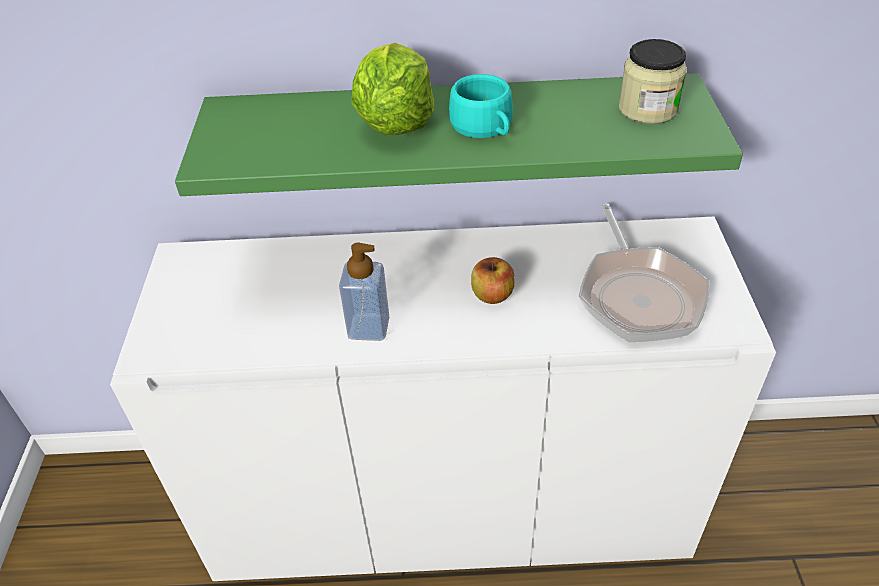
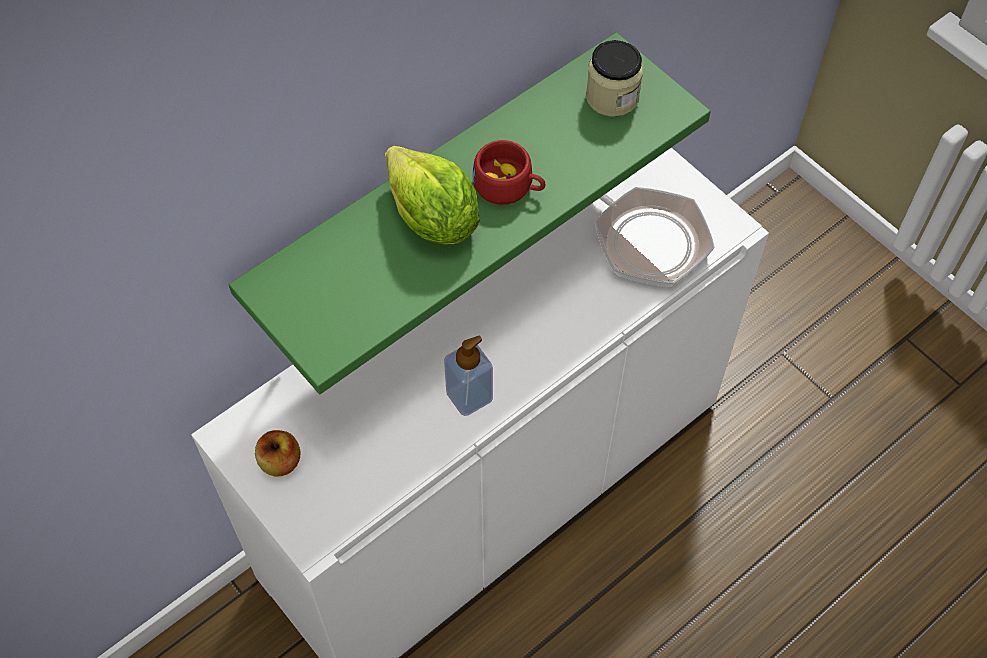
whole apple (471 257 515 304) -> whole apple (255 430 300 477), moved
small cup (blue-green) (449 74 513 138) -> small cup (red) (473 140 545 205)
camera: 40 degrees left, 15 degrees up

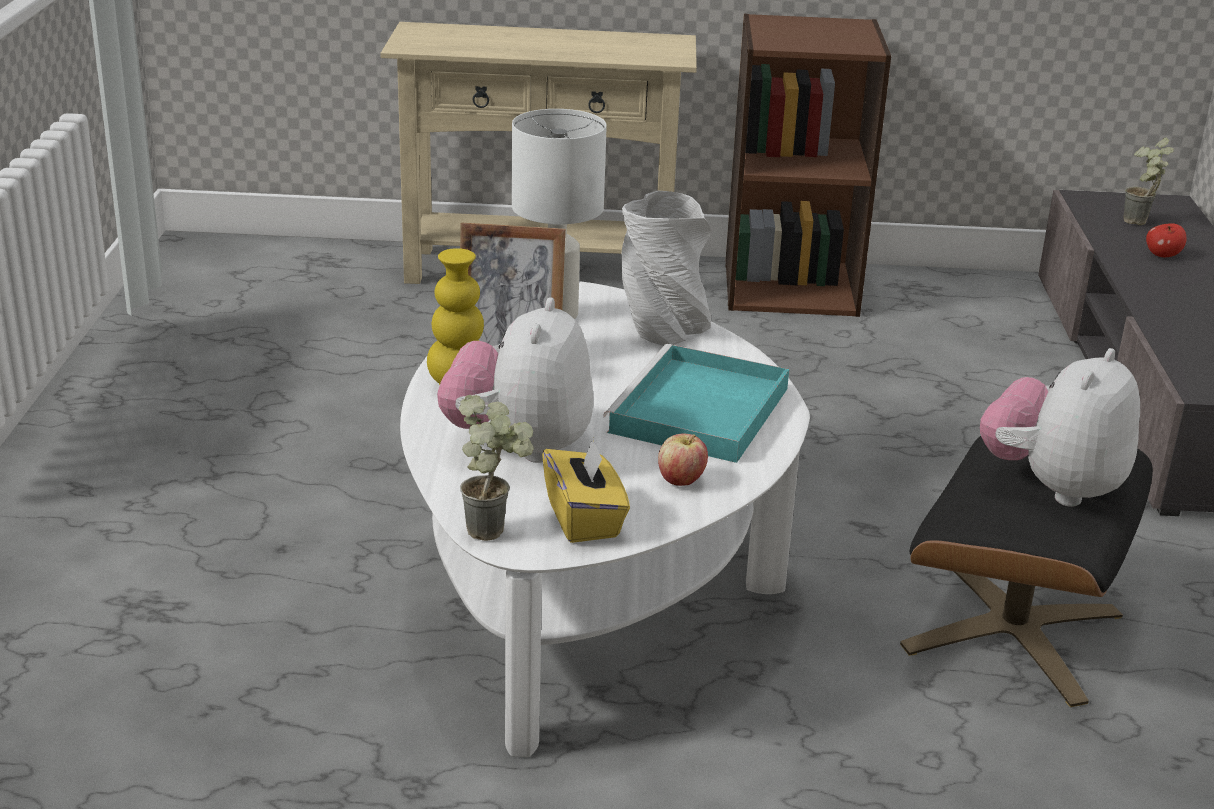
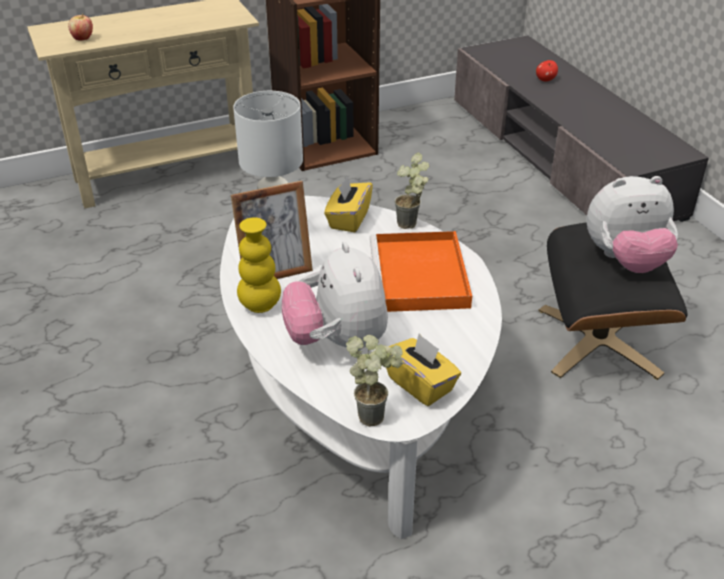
whole apple (658 433 708 486) -> whole apple (68 14 93 41), moved
plant in a pot (1124 138 1174 225) -> plant in a pot (395 152 429 229), moved
decorative vase (greyish) (621 191 711 346) -> tissue holder (yellow) (324 176 373 232)
serving tray (blue-green) (603 344 789 463) -> serving tray (orange-coloured) (370 231 472 312)
soft toy (980 348 1140 507) -> soft toy (586 176 678 273), 105 degrees counterclockwise
camera: 25 degrees left, 10 degrees up

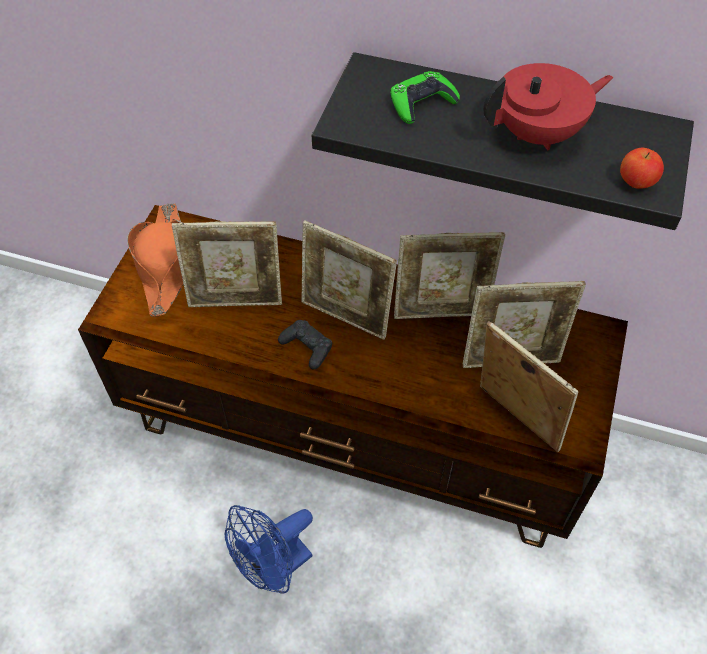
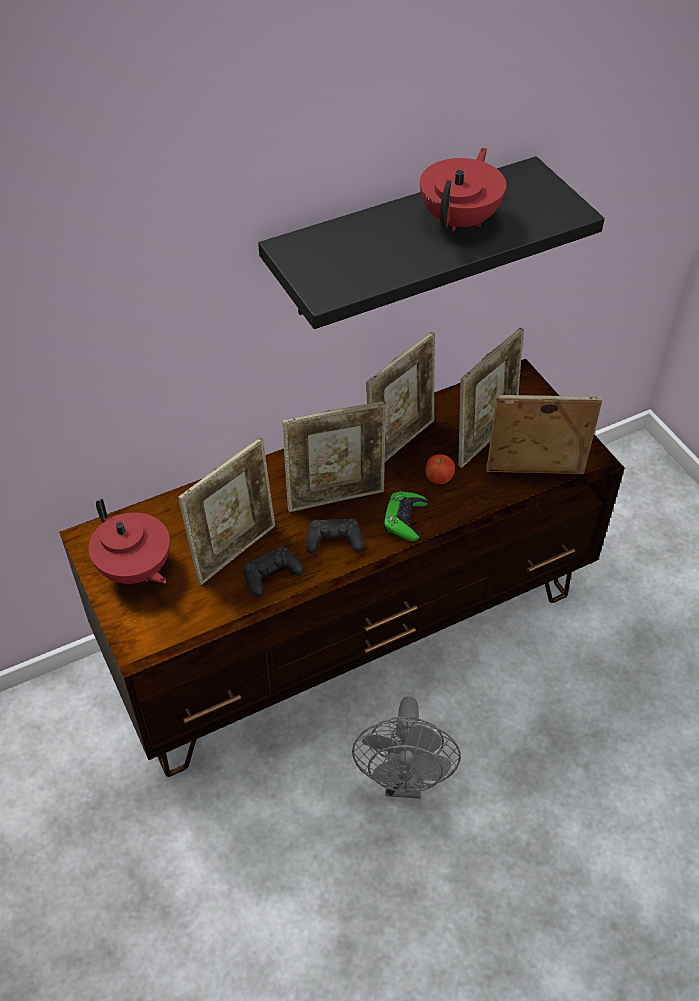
none -> gamepad (blackish) (244 547 304 597)
gamepad (green) (390 71 460 124) -> gamepad (green) (384 491 428 541), moved
whole apple (620 148 664 189) -> whole apple (425 454 455 484), moved
wearable hat (orange-coloured) (127 203 183 317) -> teapot (red) (89 499 170 584)
electric fan (bluish) (225 505 313 593) -> electric fan (greyish) (352 696 461 799)
camera: 45 degrees left, 5 degrees down

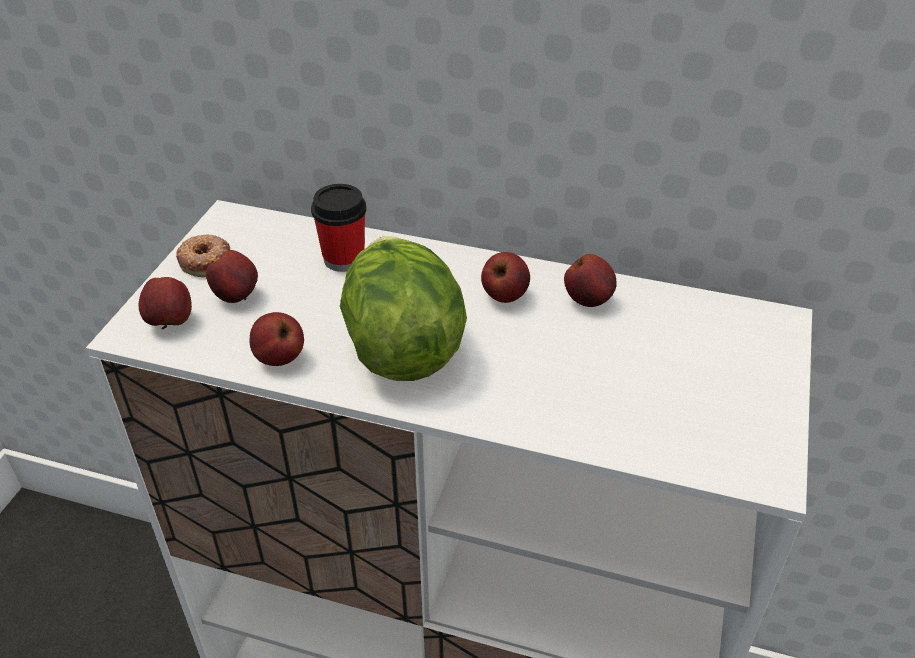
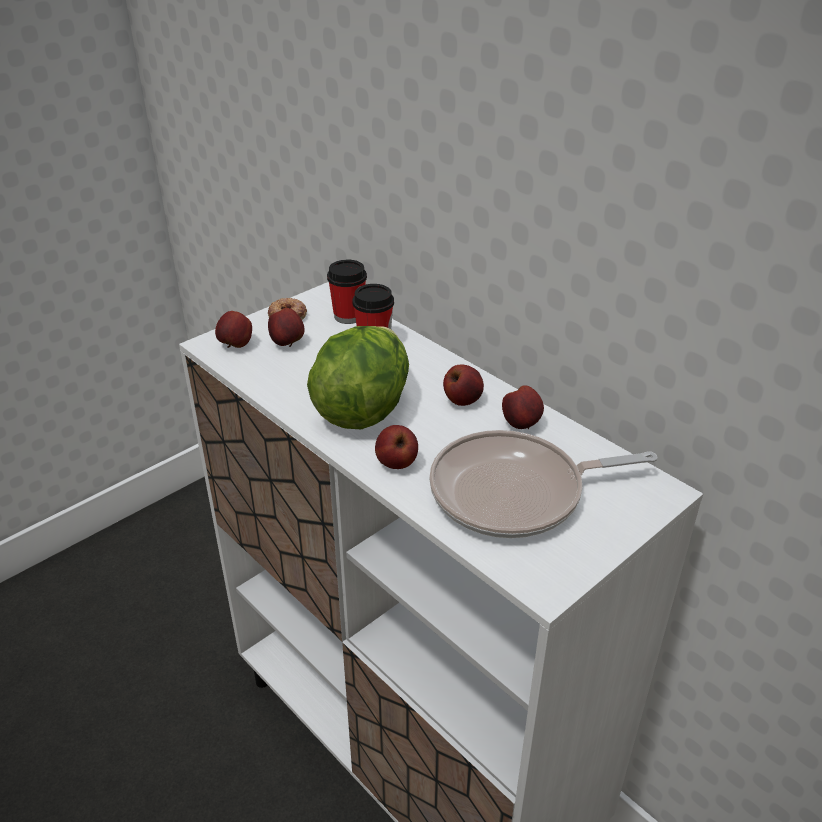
none -> small cup (327 260 367 324)
none -> skillet (429 430 658 538)
whole apple (250 312 304 366) -> whole apple (375 425 418 469), moved
camera: 30 degrees right, 5 degrees down

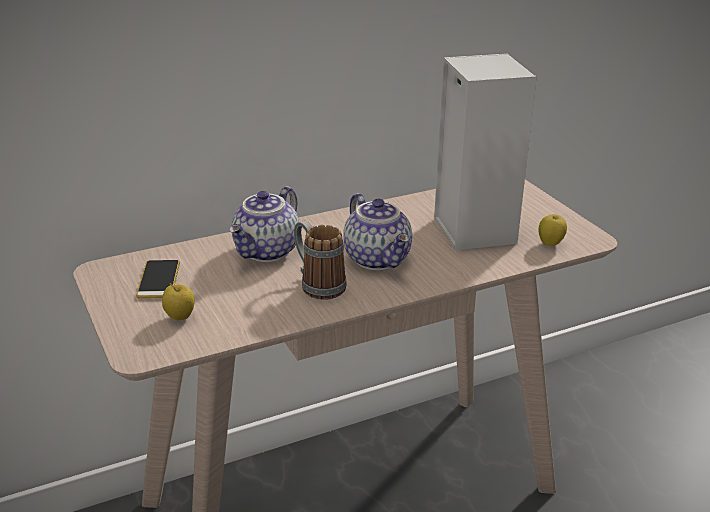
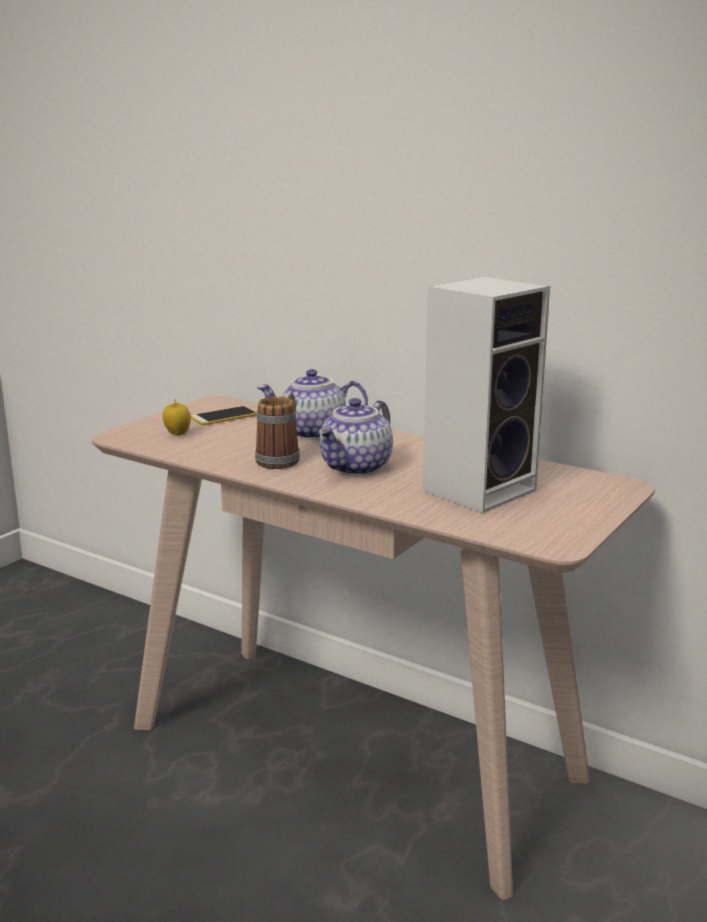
whole apple (539 214 567 246) -> none
camera: 60 degrees right, 10 degrees down

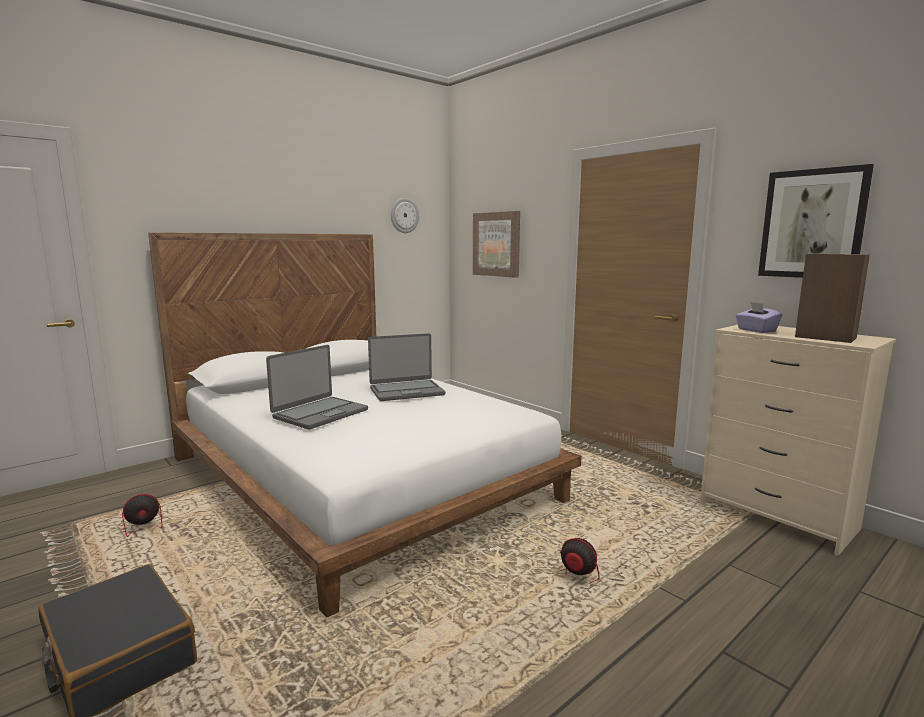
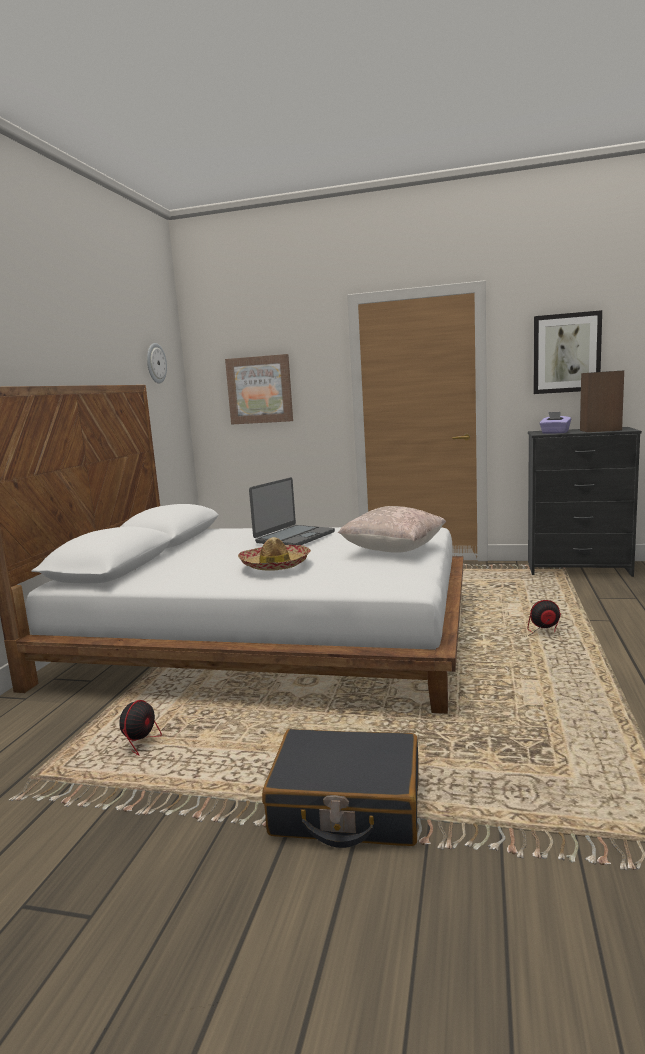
none -> pillow (beige) (338 506 446 553)
portable computer (266 345 368 429) -> wearable hat (238 537 311 571)
chest of drawers (beige) (700 325 896 556) -> chest of drawers (blackish) (528 427 642 577)
camera: 35 degrees left, 0 degrees up

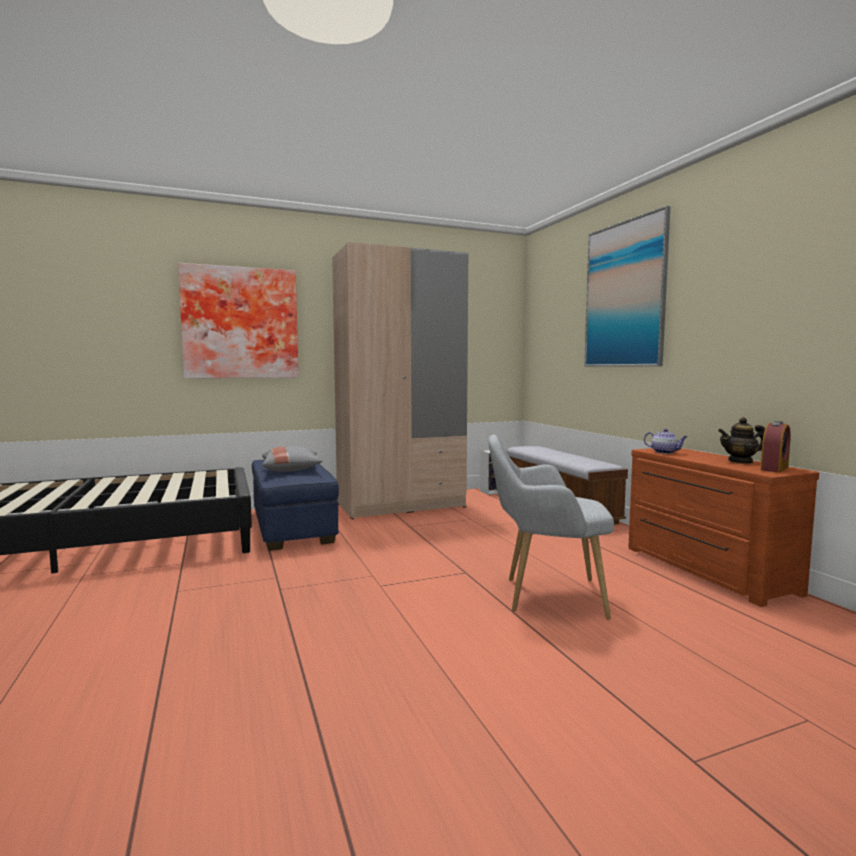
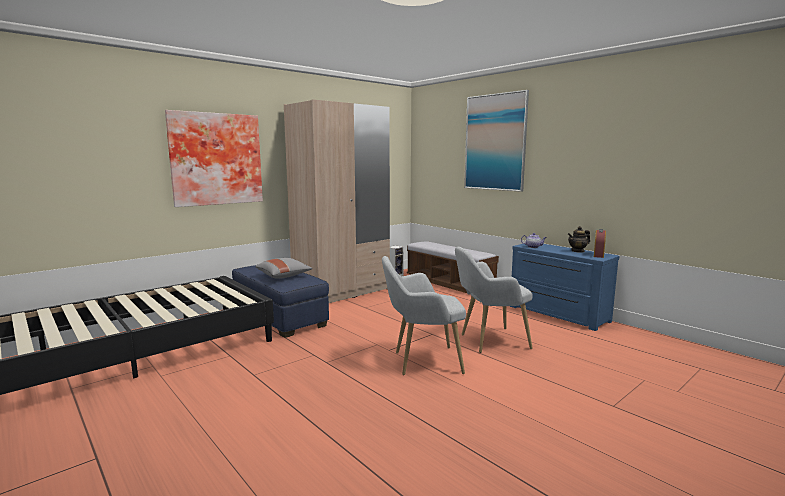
none -> armchair (greyish) (382 256 466 375)
chest of drawers (brown) (628 448 819 607) -> chest of drawers (bluish) (510 244 620 331)
camera: 20 degrees left, 5 degrees up

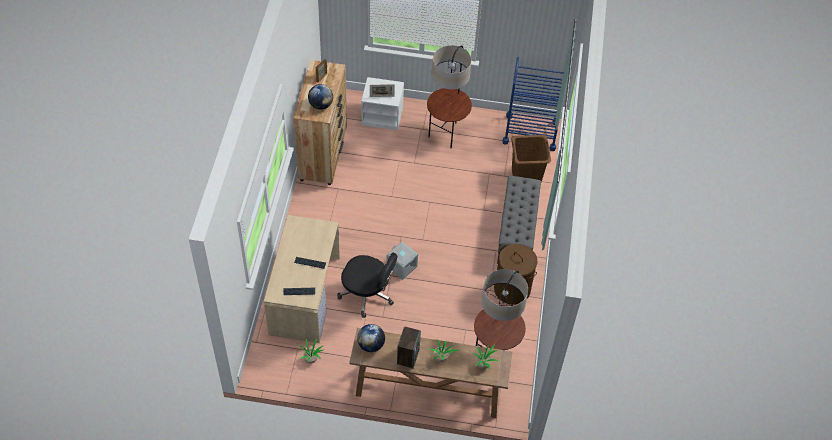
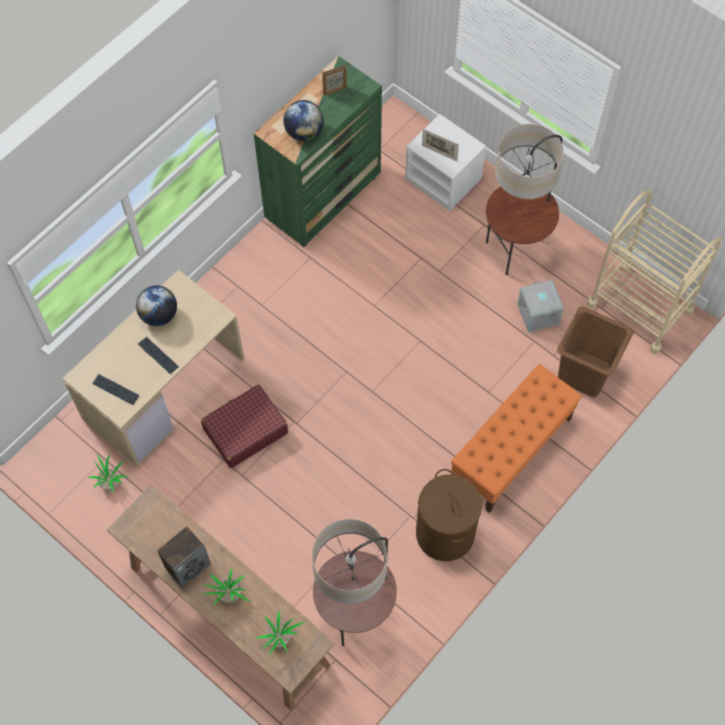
globe (357 324 385 352) -> globe (136 285 177 326), moved
storage bin (greyish) (386 242 418 280) -> storage bin (greyish) (517 280 564 332), moved
computer chair (blackish) (337 253 398 318) -> piece of luggage (red) (201 384 288 468)
chest of drawers (brown) (293 60 347 185) -> chest of drawers (green) (254 56 382 247)
indoor bench (greyish) (497 176 541 264) -> indoor bench (orange-coloured) (451 364 582 513)
wheeled cart (bluish) (502 57 565 151) -> wheeled cart (beige) (586 190 722 354)
camera: 35 degrees right, 10 degrees up

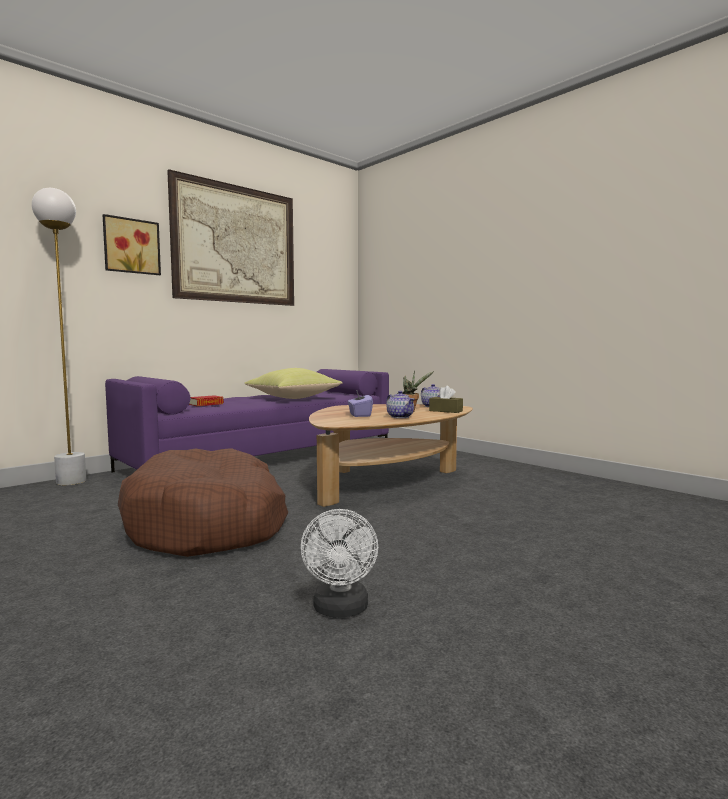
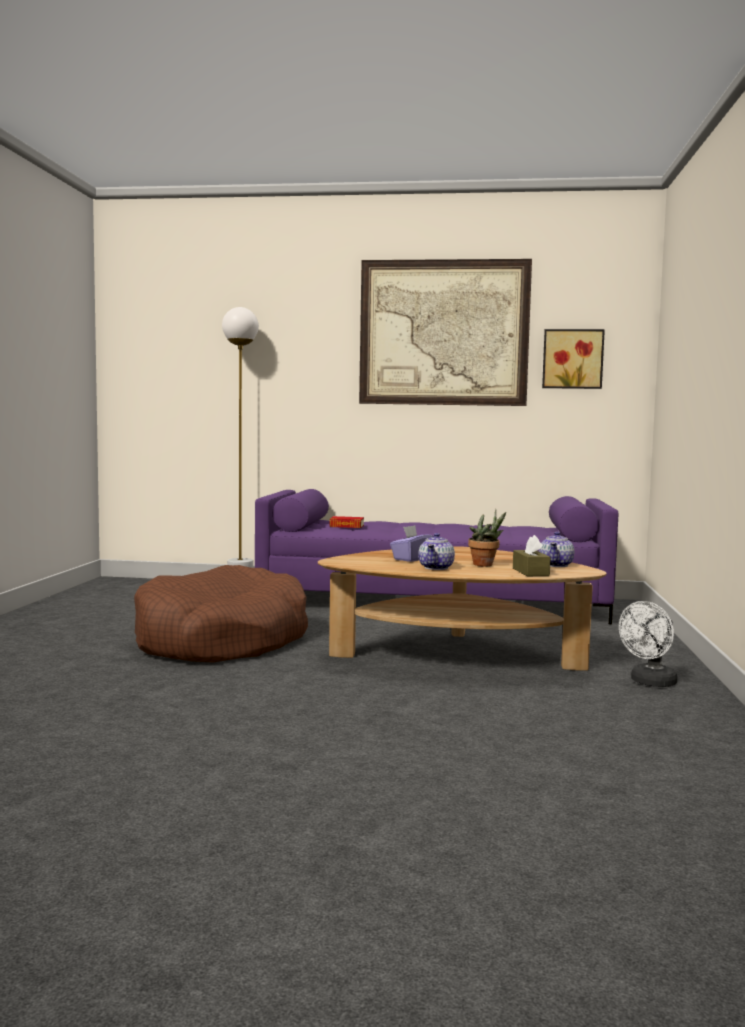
pillow (yellow) (245 368 343 399) -> none
picture (103 214 161 275) -> picture (542 329 605 389), moved
electric fan (white) (301 509 378 617) -> electric fan (white) (619 601 678 687), moved
camera: 50 degrees right, 0 degrees up

